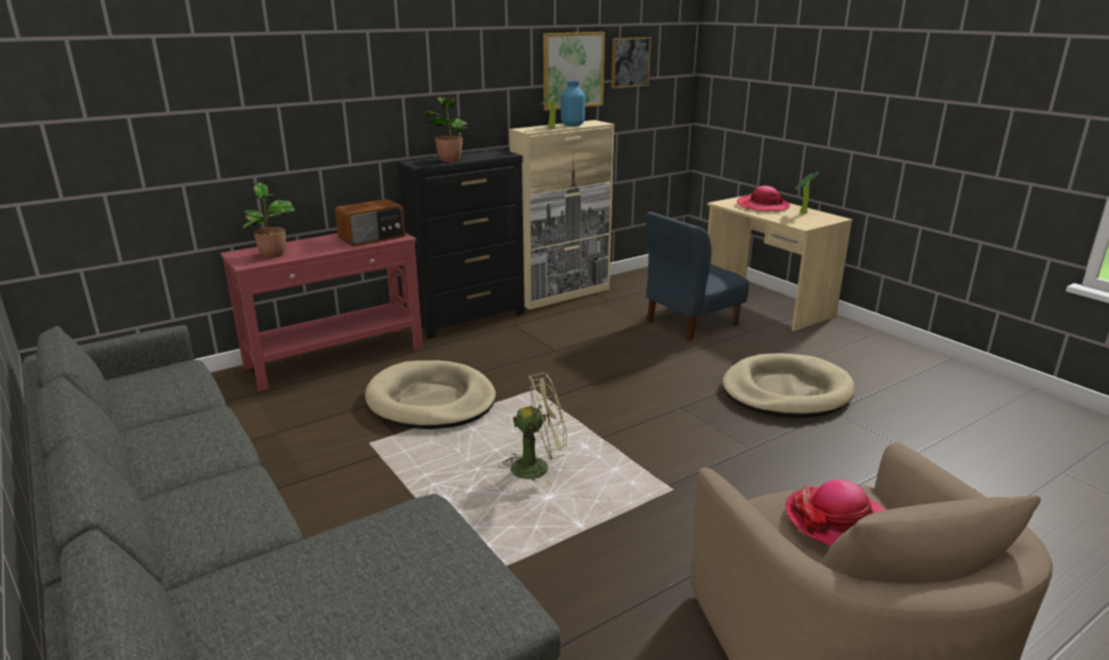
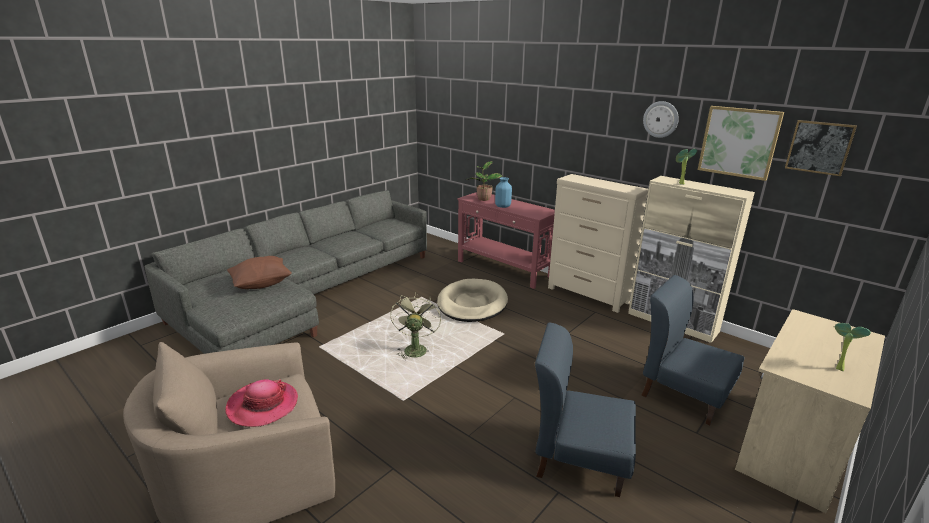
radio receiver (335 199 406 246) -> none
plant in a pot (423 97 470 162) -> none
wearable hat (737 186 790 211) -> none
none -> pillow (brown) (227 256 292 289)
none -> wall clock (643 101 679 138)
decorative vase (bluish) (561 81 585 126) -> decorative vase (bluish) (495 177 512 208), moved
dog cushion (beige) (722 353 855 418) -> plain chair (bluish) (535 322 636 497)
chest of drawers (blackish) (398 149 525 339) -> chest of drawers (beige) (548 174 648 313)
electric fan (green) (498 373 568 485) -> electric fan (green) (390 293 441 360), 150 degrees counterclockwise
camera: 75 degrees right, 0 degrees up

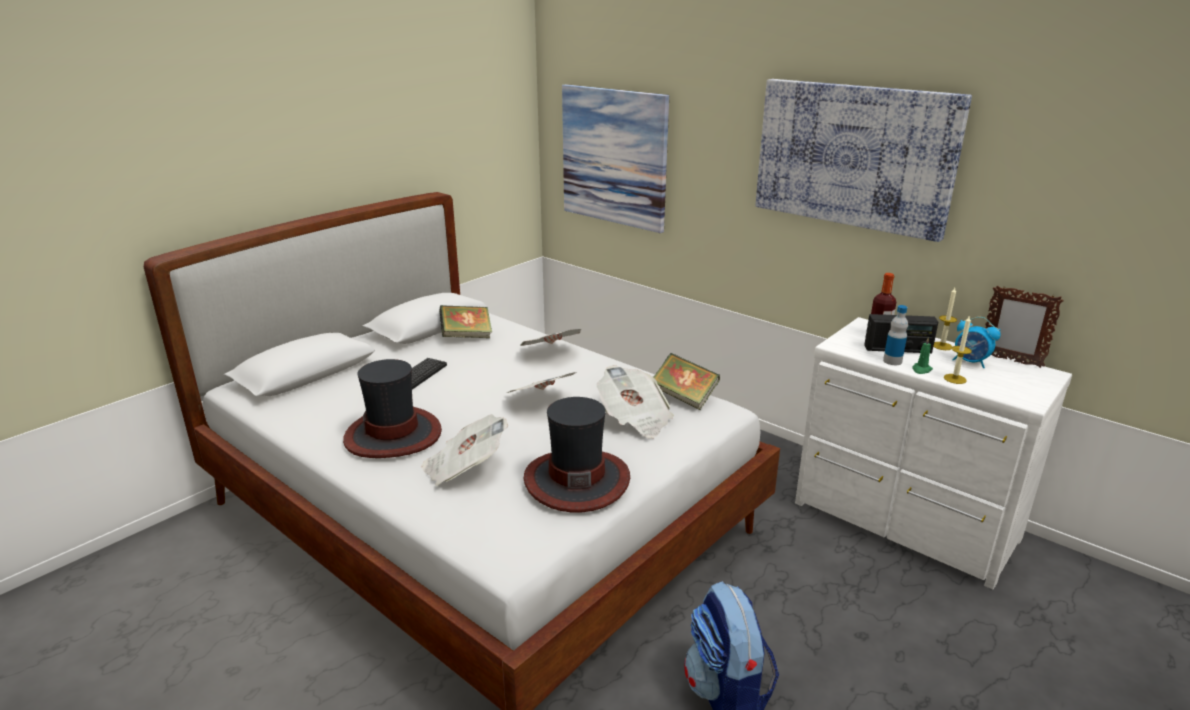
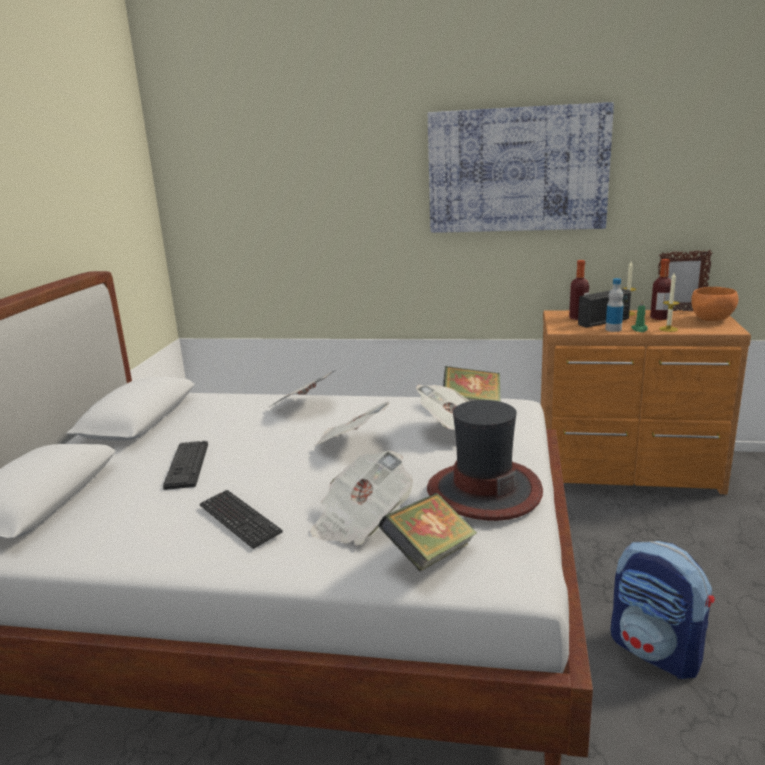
picture (562 84 669 233) -> none
none -> bowl (orange-coloured) (691 287 738 321)
bound book (439 305 492 338) -> bound book (378 493 477 571), moved
wearable hat (343 359 442 458) -> PC keyboard (200 490 283 549)
table clock (953 317 1001 368) -> beverage bottle (650 259 671 320)
chest of drawers (white) (795 317 1072 589) -> chest of drawers (brown) (541 310 751 494)
camera: 30 degrees left, 5 degrees down

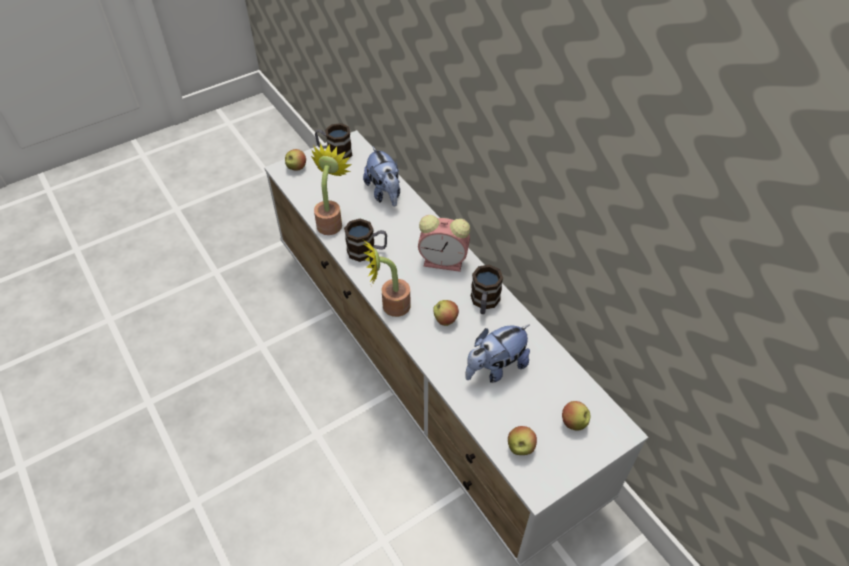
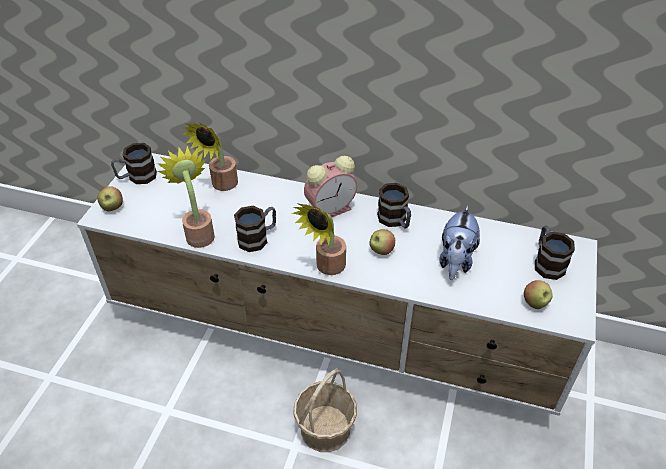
none -> household basket (293 368 357 452)
soft toy (363 147 400 207) -> plant in a pot (183 123 238 191)
whole apple (562 401 590 431) -> mug (535 226 575 280)
camera: 40 degrees left, 5 degrees down

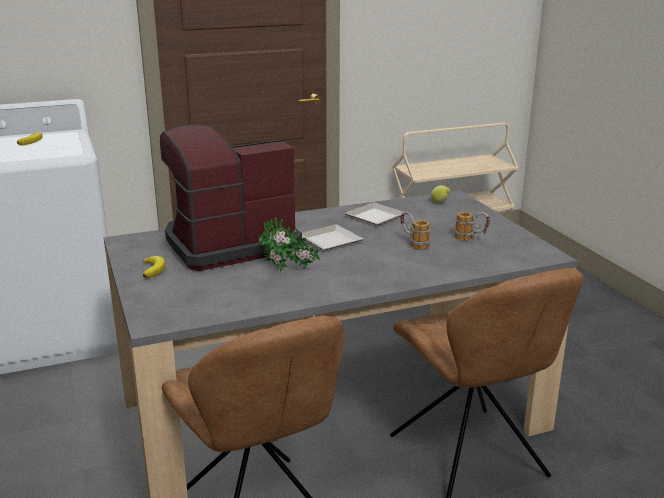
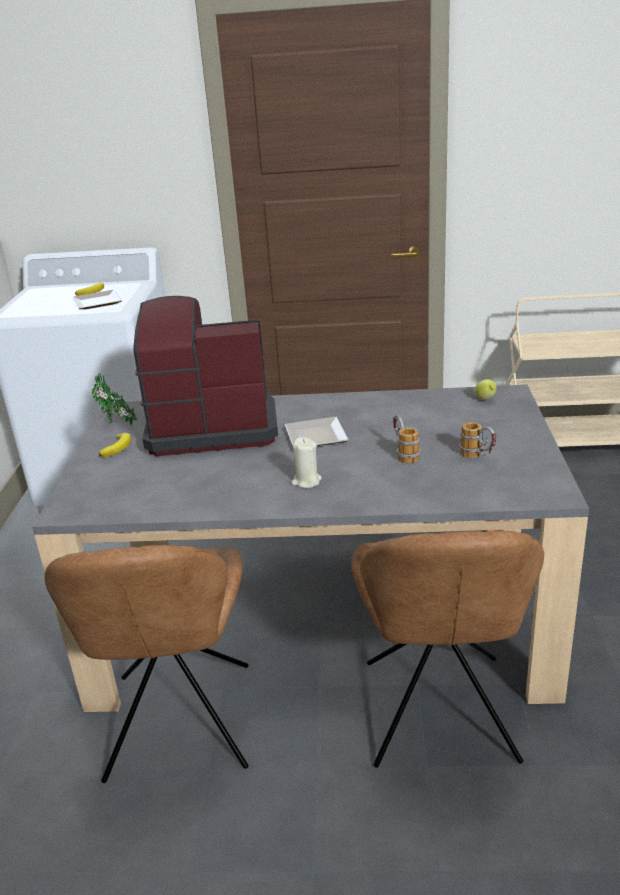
none -> candle (beige) (291 437 322 488)
plant in a pot (258 217 320 271) -> plant in a pot (92 372 138 425), moved
flat dish (345 202 403 225) -> flat dish (72 290 122 309), moved
camera: 25 degrees right, 5 degrees up

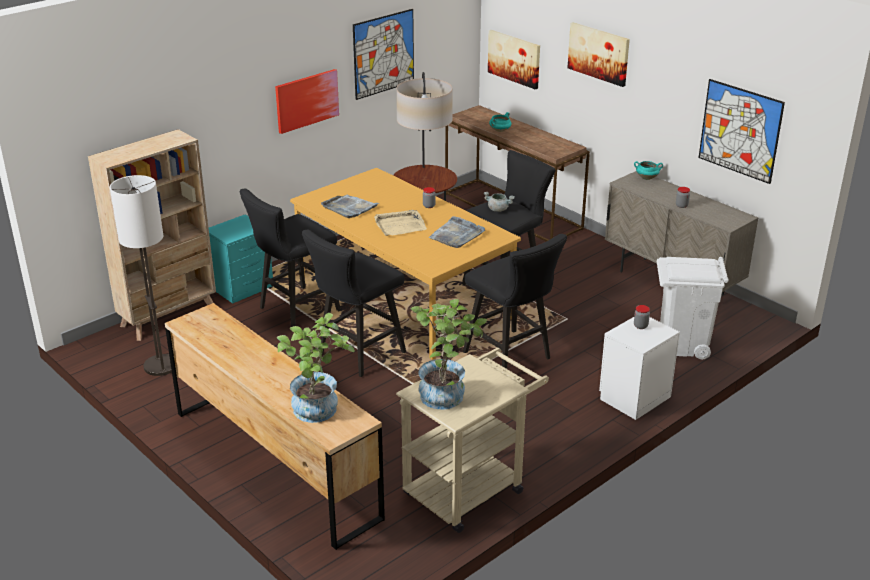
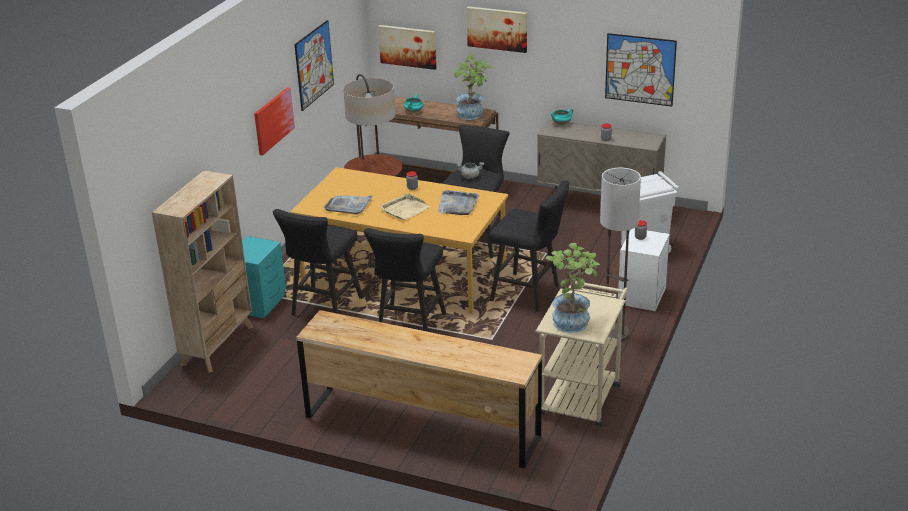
standard lamp (110 175 172 376) -> standard lamp (600 168 641 341), moved
plant in a pot (277 313 355 423) -> plant in a pot (452 54 494 120), moved
camera: 25 degrees left, 0 degrees up

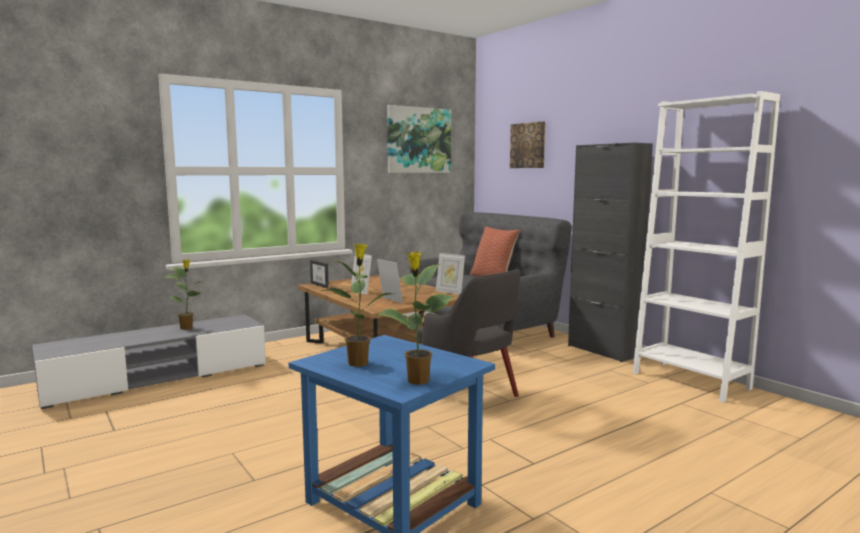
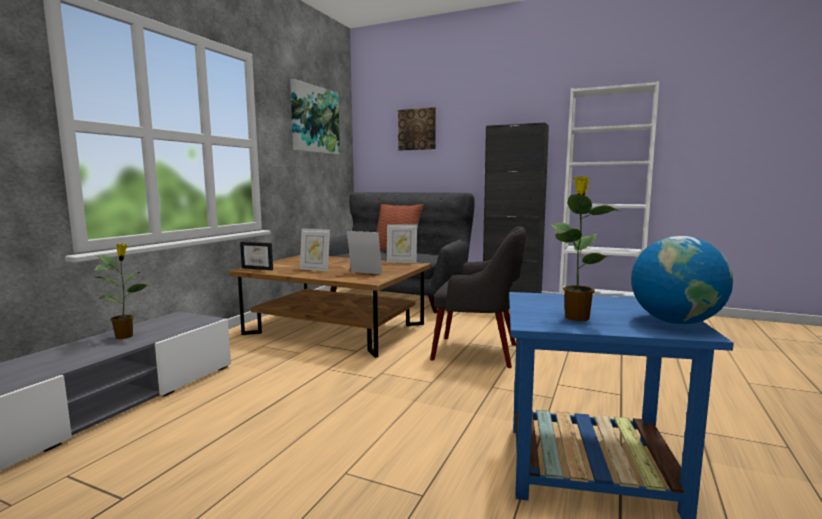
plant in a pot (377 252 454 385) -> globe (631 236 733 324)
camera: 30 degrees left, 0 degrees up

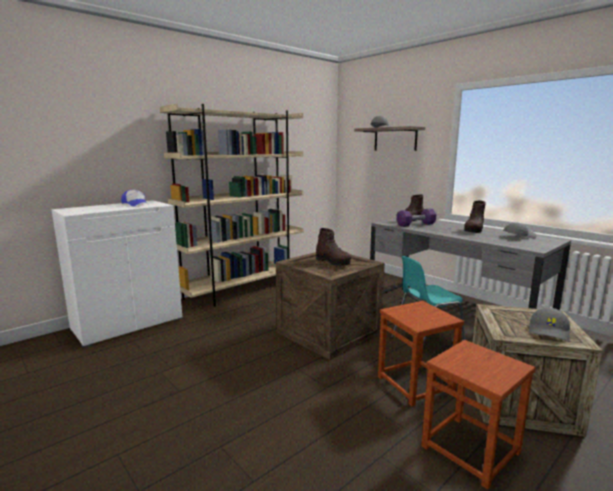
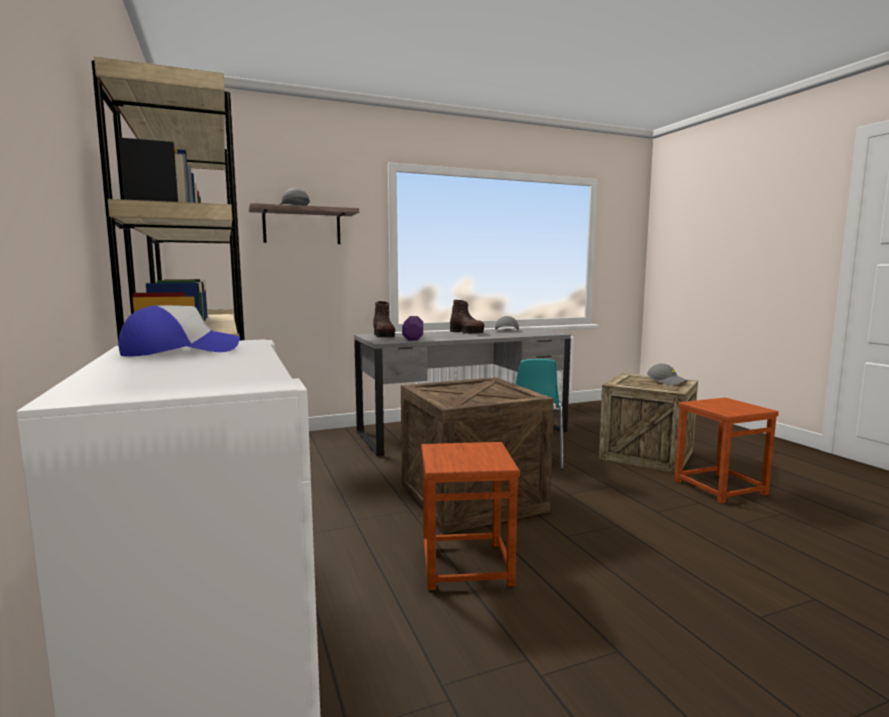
boot (brown) (316 228 351 265) -> none
stool seat (brown) (378 301 464 406) -> stool seat (brown) (421 442 520 590), moved
camera: 70 degrees left, 5 degrees down

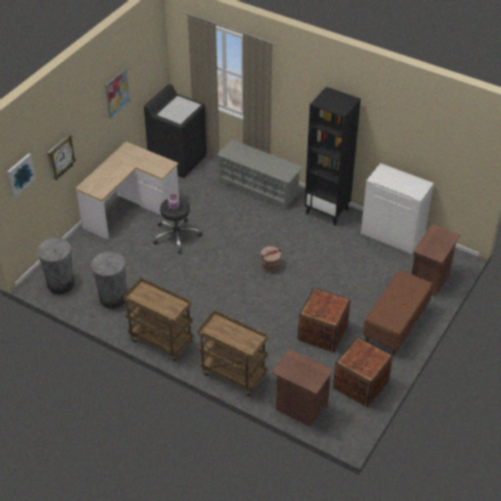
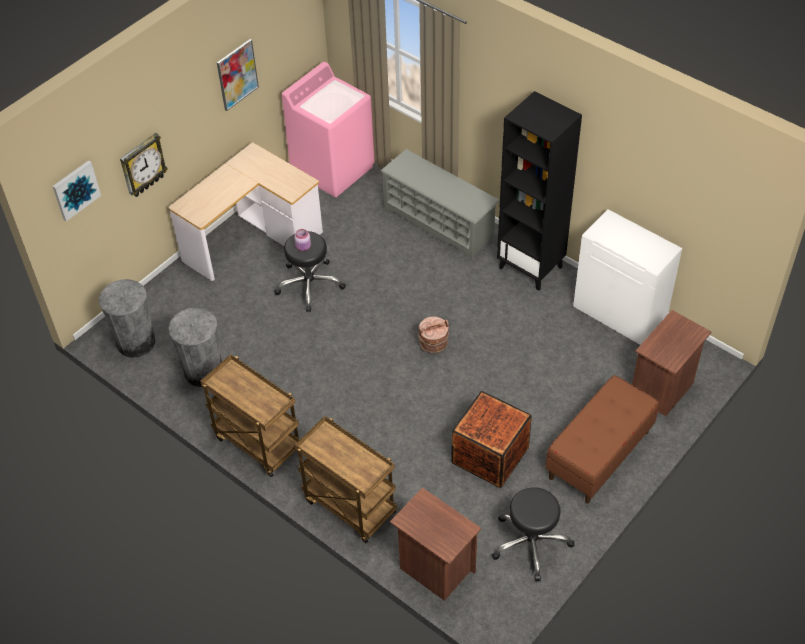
shipping crate (333 337 393 407) -> stool seat (blackish) (492 487 574 581)
washing machine (blackish) (144 84 207 178) -> washing machine (pink-coloured) (282 62 375 197)
camera: 10 degrees right, 5 degrees up

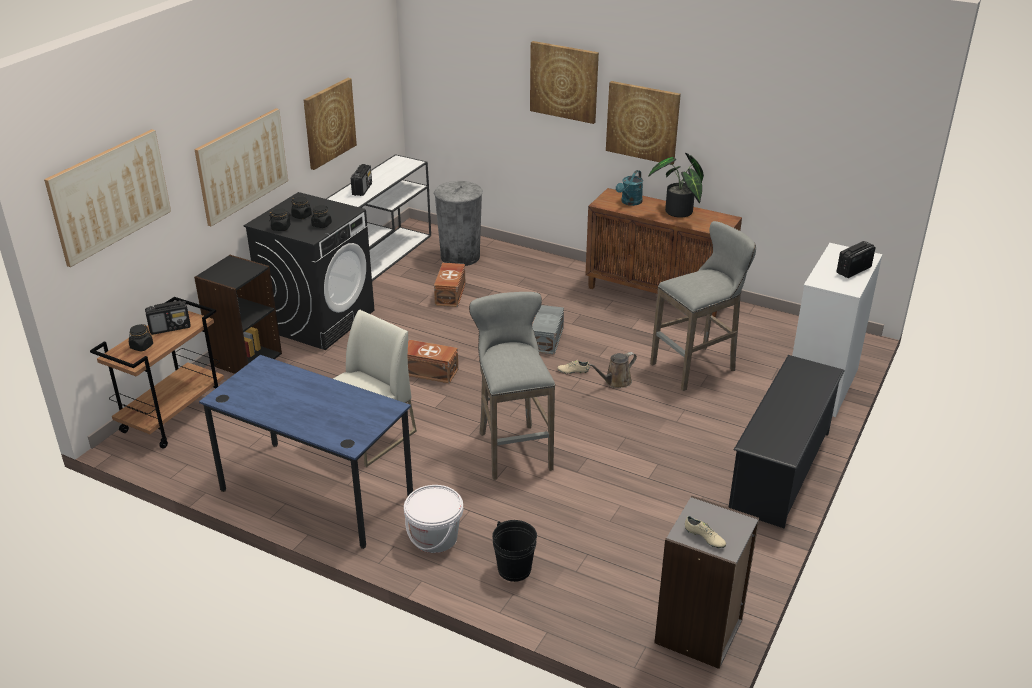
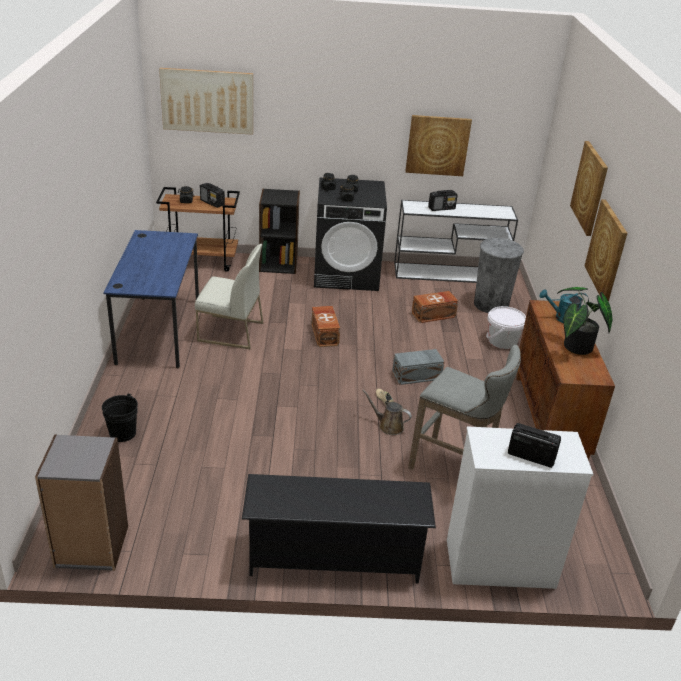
picture (194 108 288 226) -> none
stool seat (greyish) (469 292 555 480) -> none
shoe (beige) (685 516 726 549) -> none
pail (white) (404 485 463 553) -> pail (white) (486 306 526 349), moved
camera: 60 degrees right, 0 degrees up

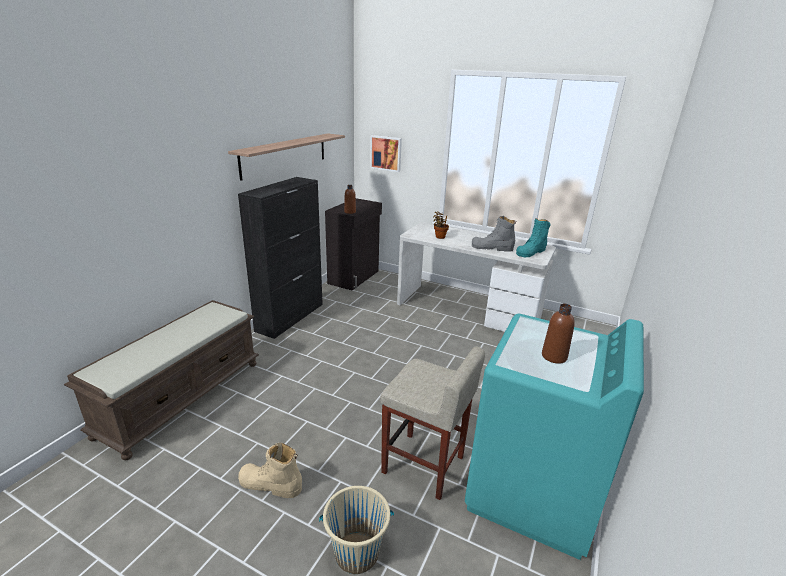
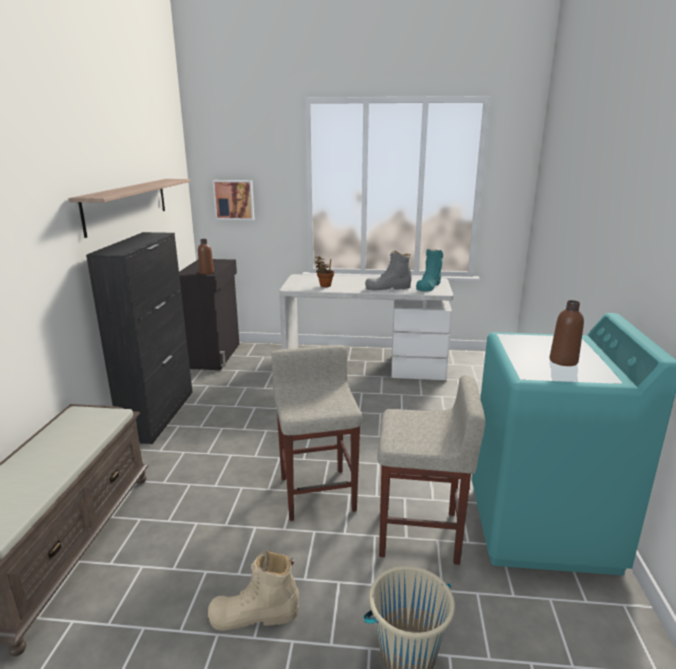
none -> stool seat (beige) (272 345 362 521)
camera: 20 degrees left, 5 degrees down

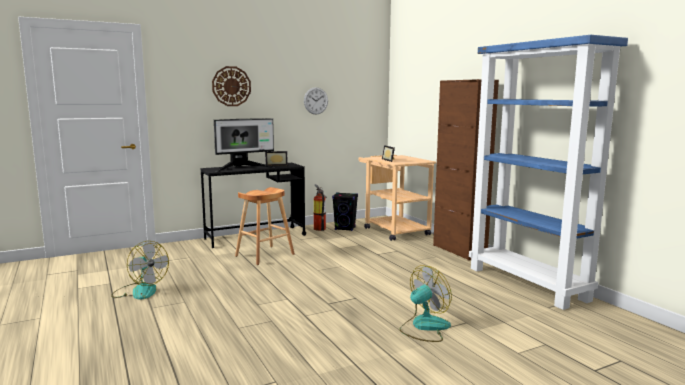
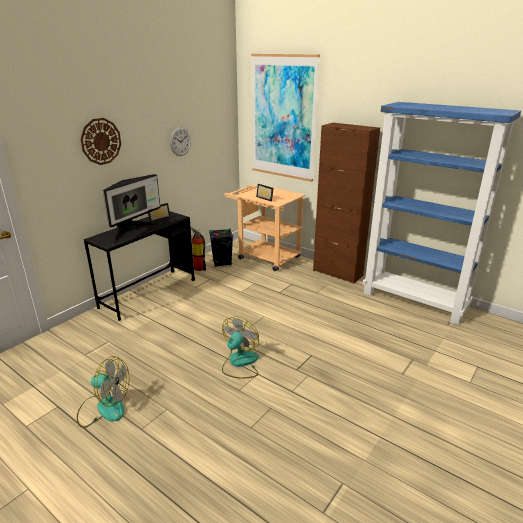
stool seat (brown) (235 187 295 265) -> none
none -> picture (251 54 320 182)
electric fan (399 266 452 342) -> electric fan (222 316 259 379), moved
camera: 25 degrees left, 15 degrees up

